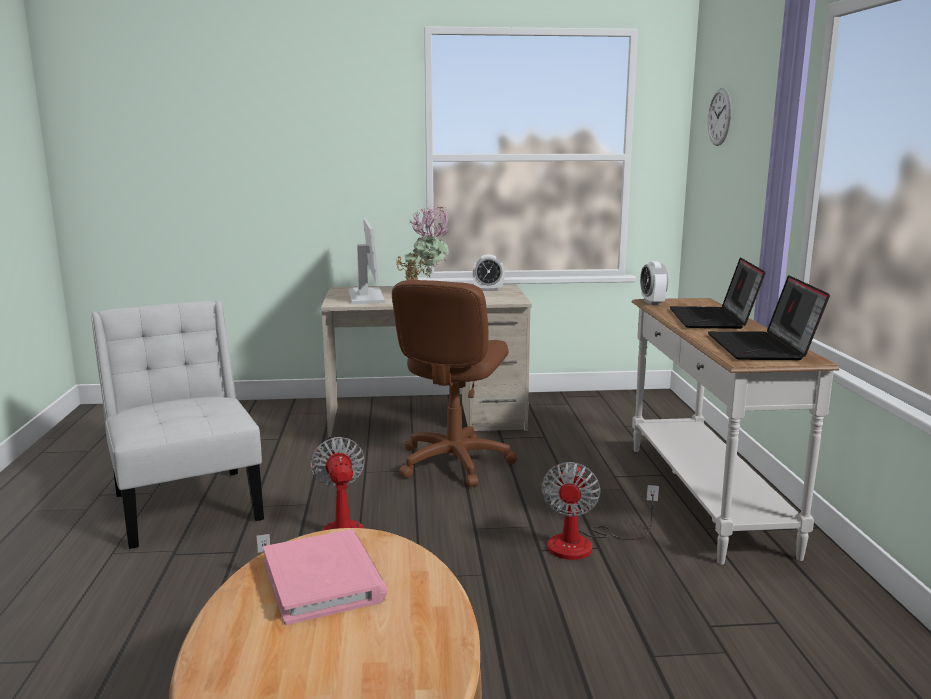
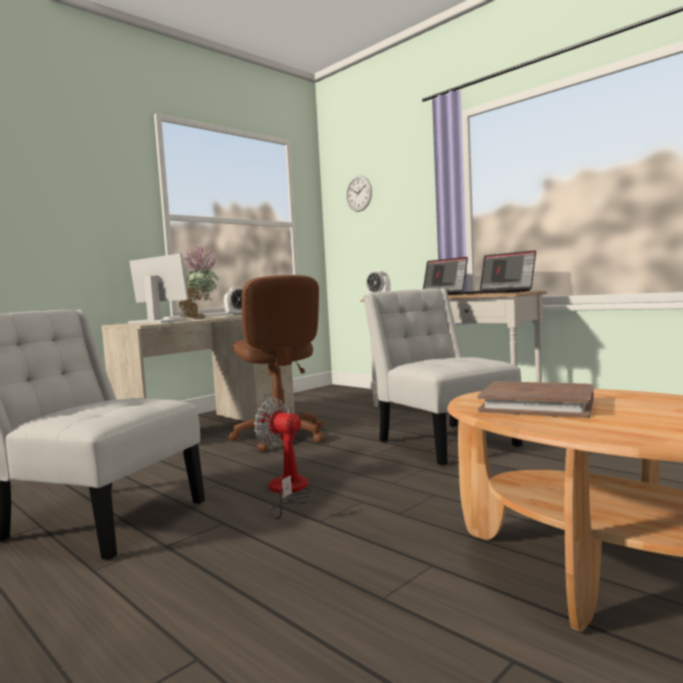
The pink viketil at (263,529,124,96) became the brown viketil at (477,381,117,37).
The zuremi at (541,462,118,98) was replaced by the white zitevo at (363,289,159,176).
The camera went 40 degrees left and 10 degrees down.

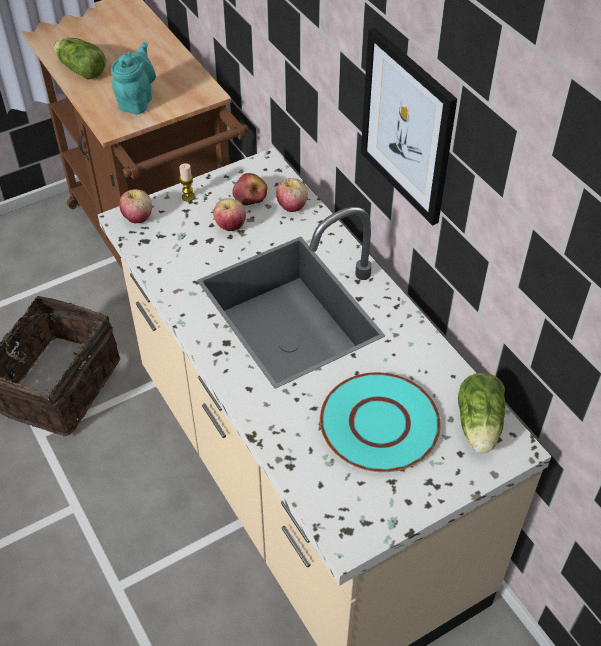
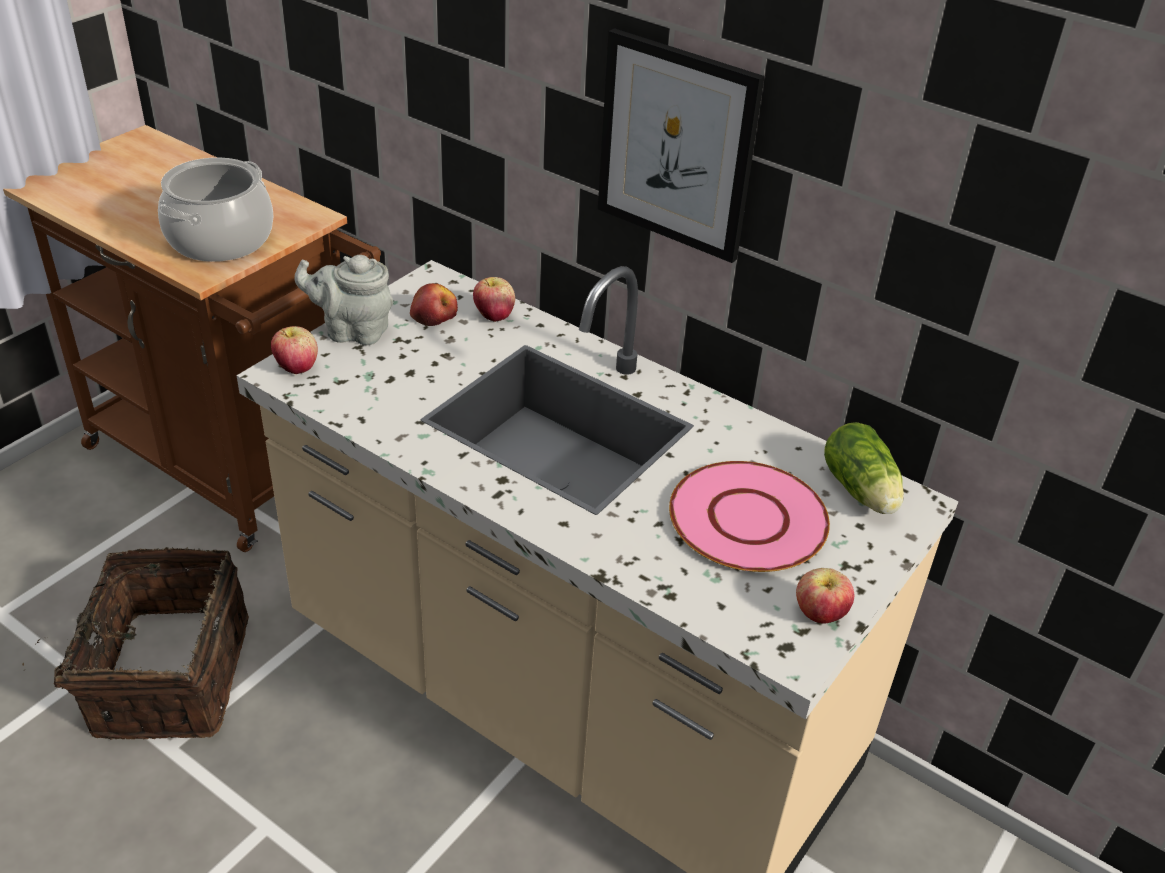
The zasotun at (54,37,52,42) disappeared.
The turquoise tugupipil at (111,42,45,72) was replaced by the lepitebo at (158,157,116,105).
The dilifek at (179,163,16,39) was replaced by the grey tugupipil at (294,255,99,90).
The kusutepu moved from (213,198,33,33) to (796,568,58,56).
The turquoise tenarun at (320,372,121,100) became the pink tenarun at (669,461,161,111).
The camera went 25 degrees left and 10 degrees down.

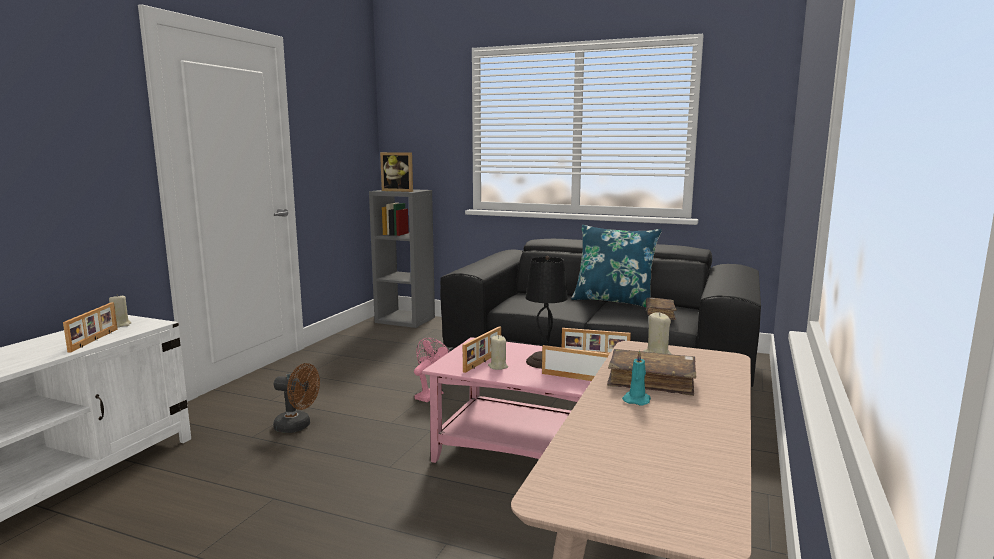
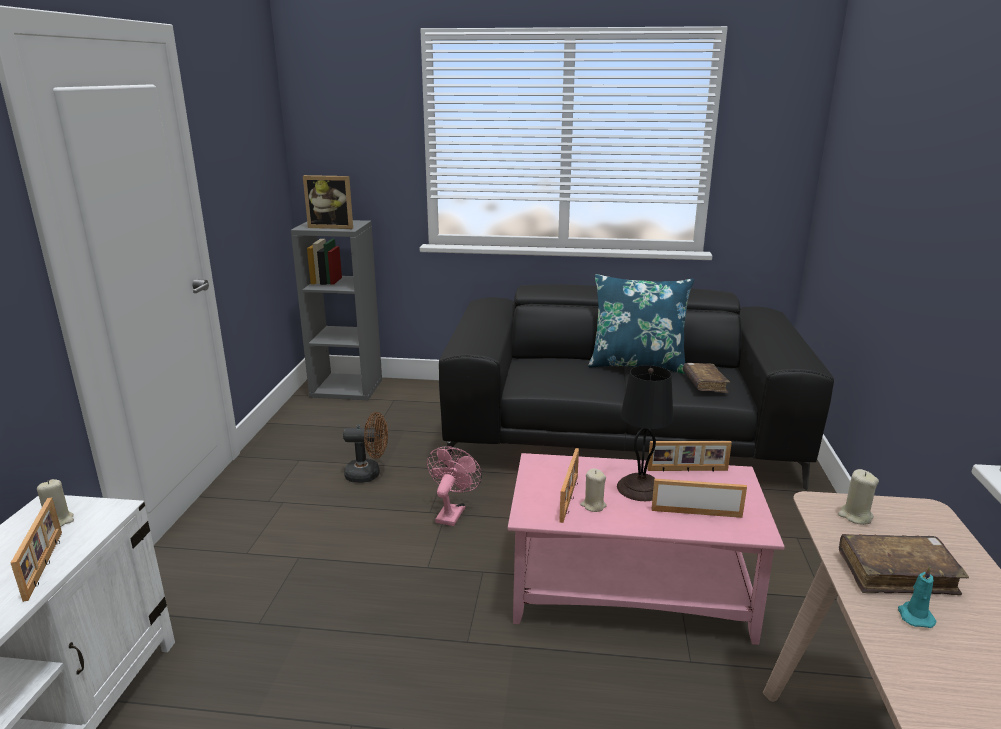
The brown zuremi moved from (273,363,47,70) to (343,412,45,71).
The camera went 15 degrees left and 10 degrees up.

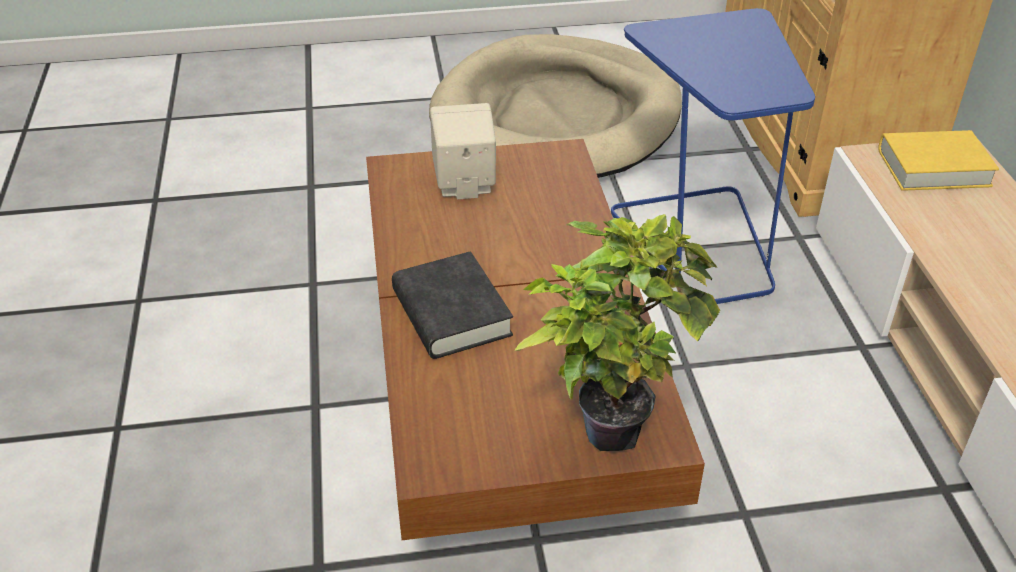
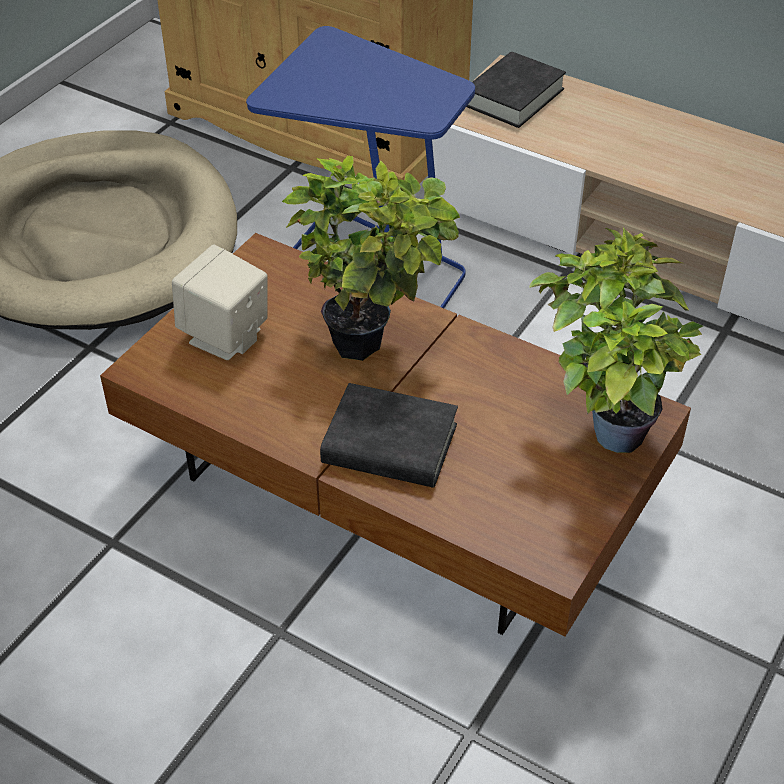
The yellow viketil at (878,130,121,61) became the black viketil at (467,52,99,76).
The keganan at (282,156,178,205) appeared.
The camera went 50 degrees left and 5 degrees up.

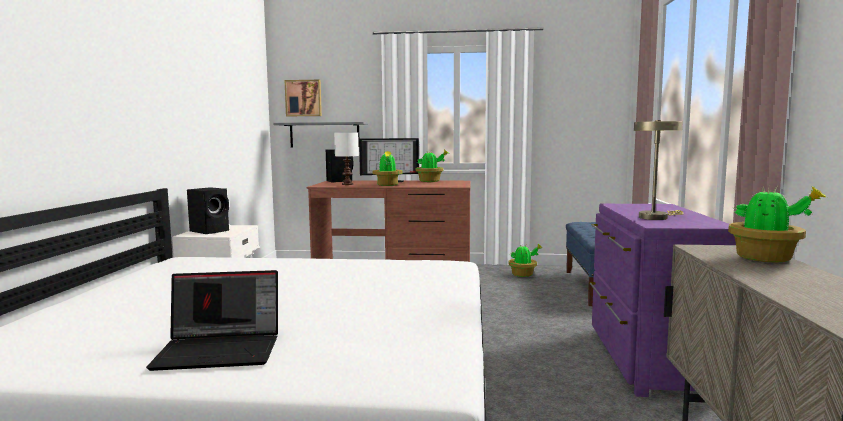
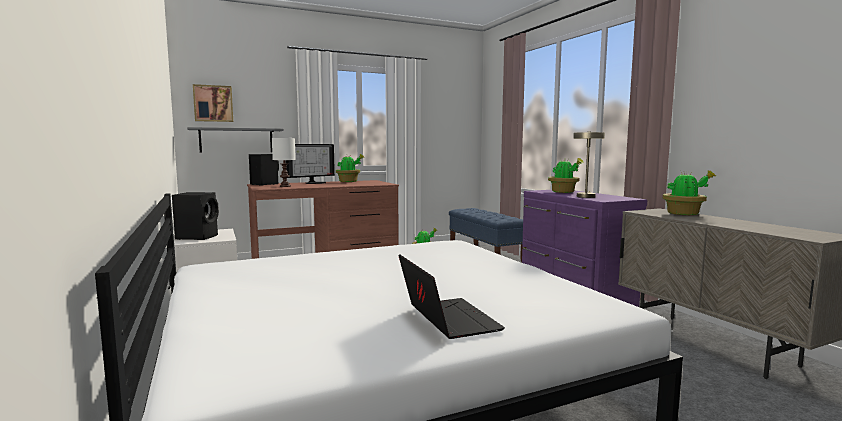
The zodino at (146,270,132,101) turned 75 degrees counterclockwise.
The keganan moved from (372,151,31,35) to (548,158,36,35).
The camera went 30 degrees left and 0 degrees up.

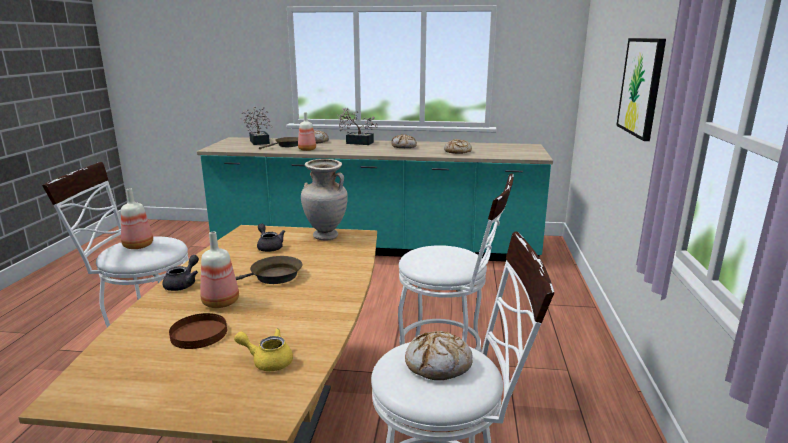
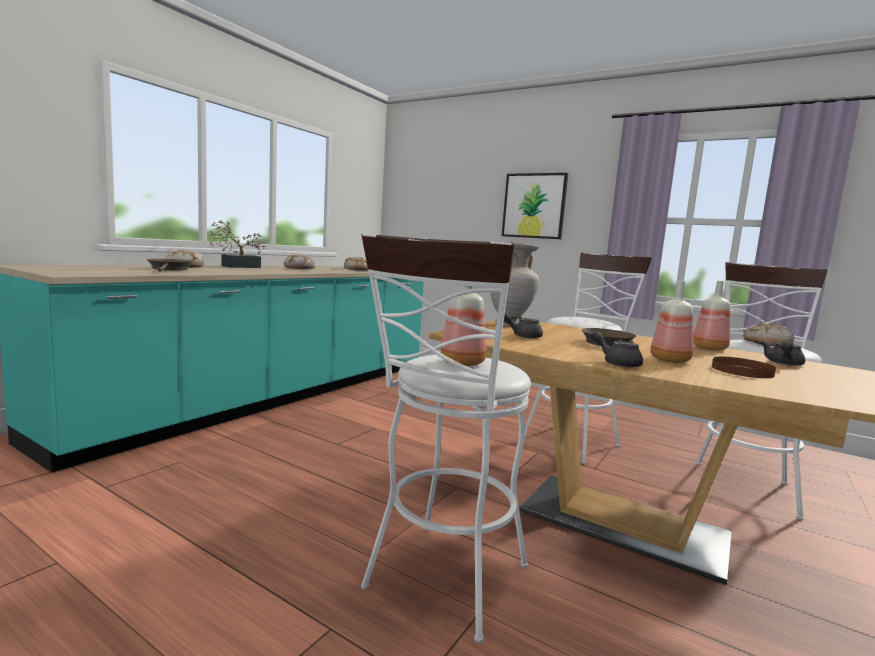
The yellow tugupipil at (234,328,59,43) became the grey tugupipil at (761,341,44,25).
The keganan at (241,106,31,39) disappeared.
The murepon moved from (298,112,18,39) to (693,281,38,69).
The camera went 65 degrees left and 10 degrees down.

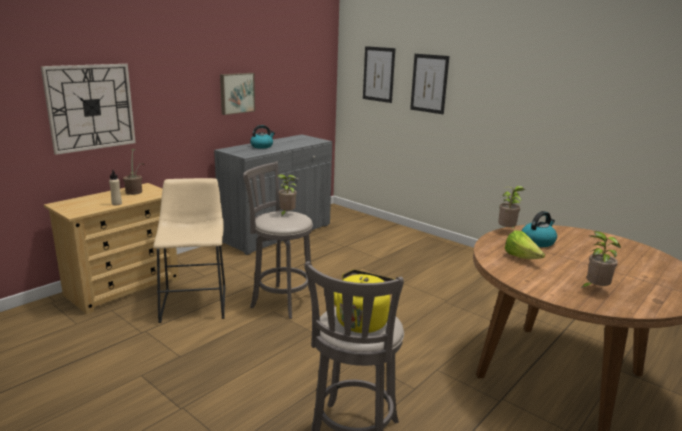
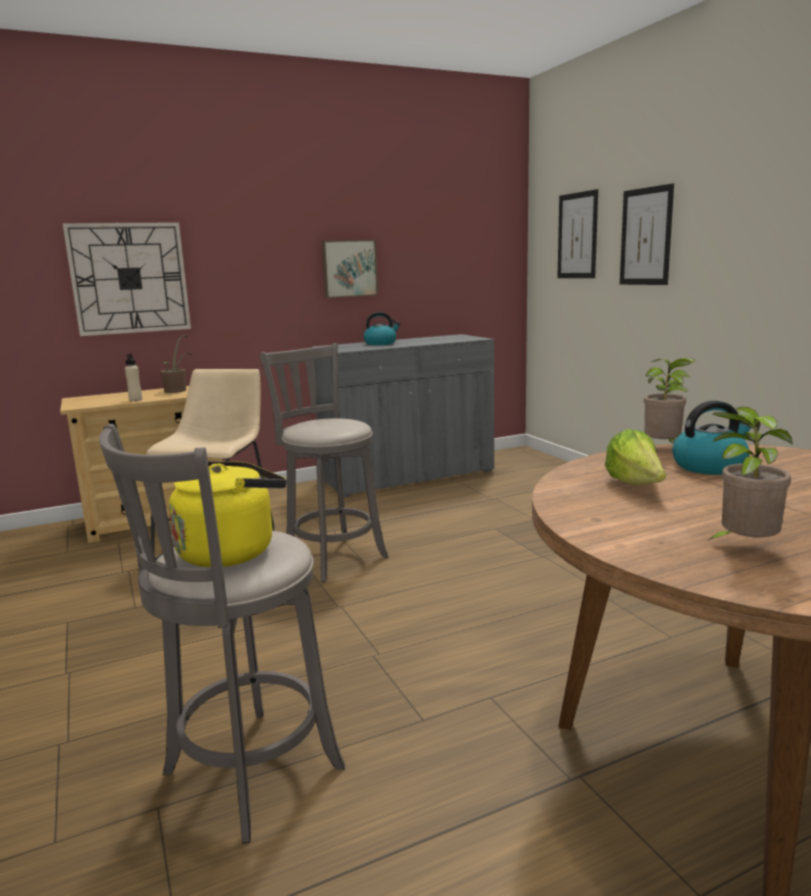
The keganan at (277,174,20,44) disappeared.
The camera went 25 degrees right and 5 degrees down.

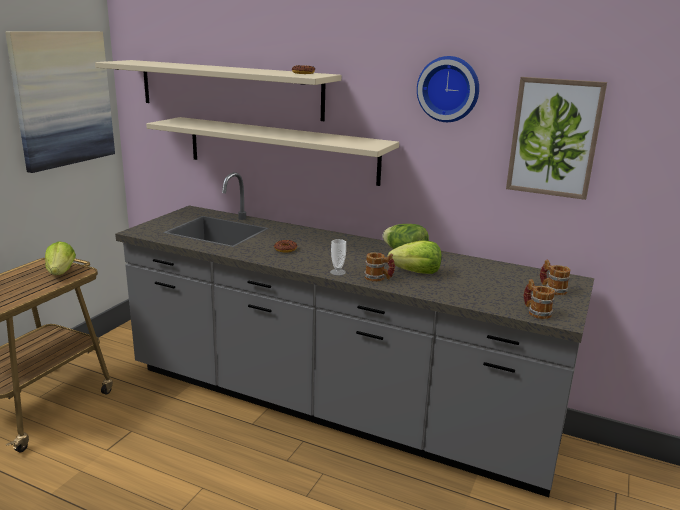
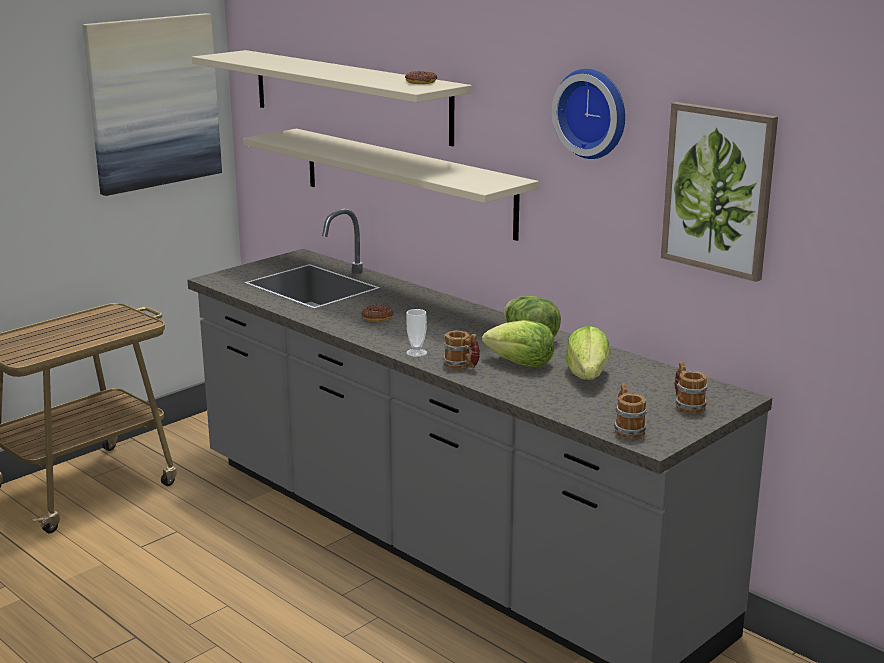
The zasotun moved from (45,241,31,34) to (566,326,45,54).
The camera went 20 degrees right and 0 degrees up.

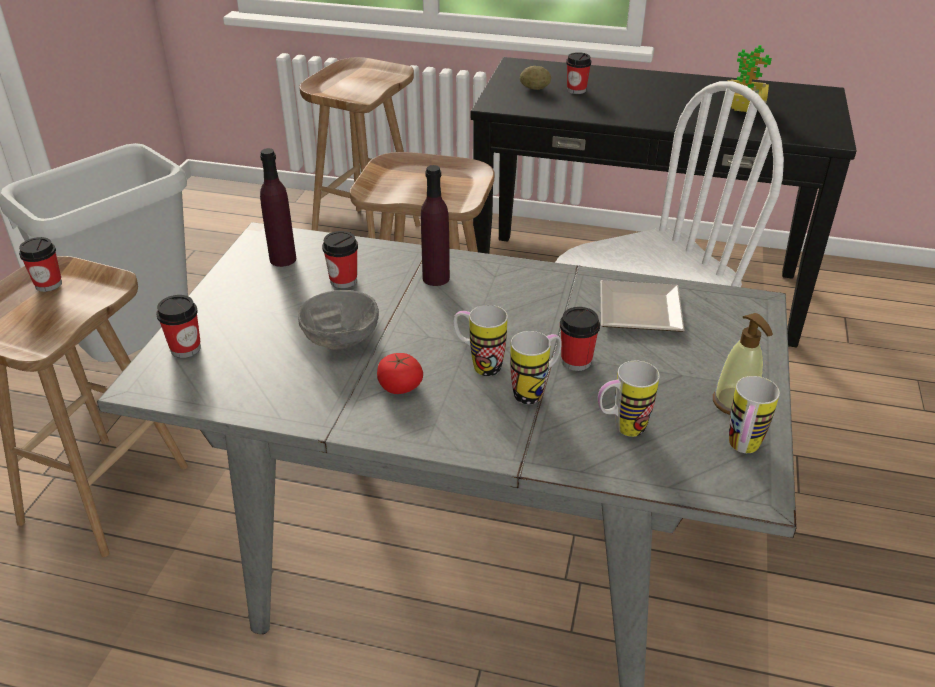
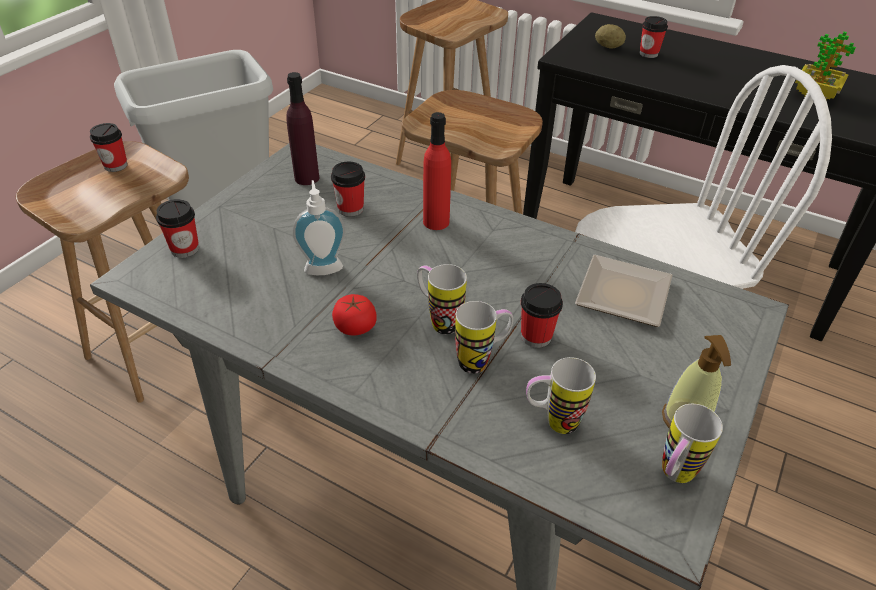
The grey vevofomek at (298,290,81,60) was replaced by the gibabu at (293,180,52,95).
The purple murepon at (421,165,29,121) became the red murepon at (423,112,28,118).
The camera went 15 degrees right and 5 degrees up.

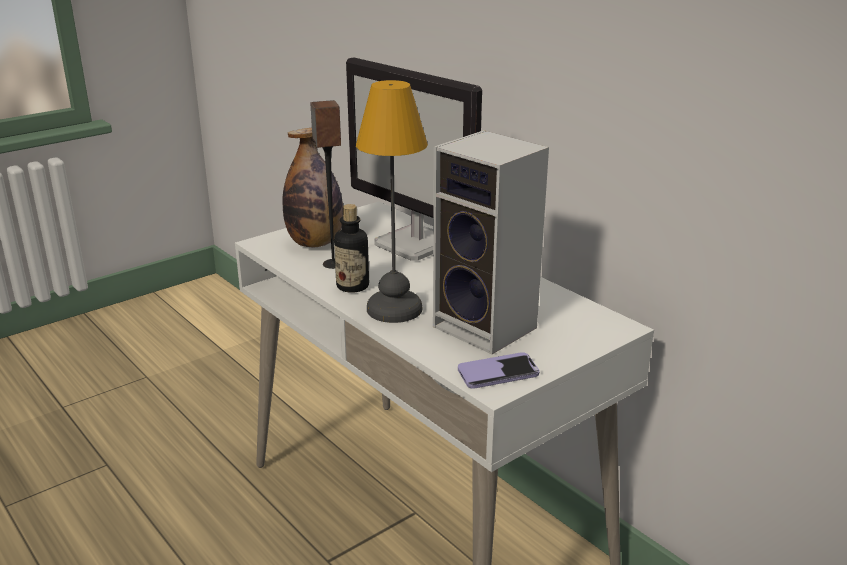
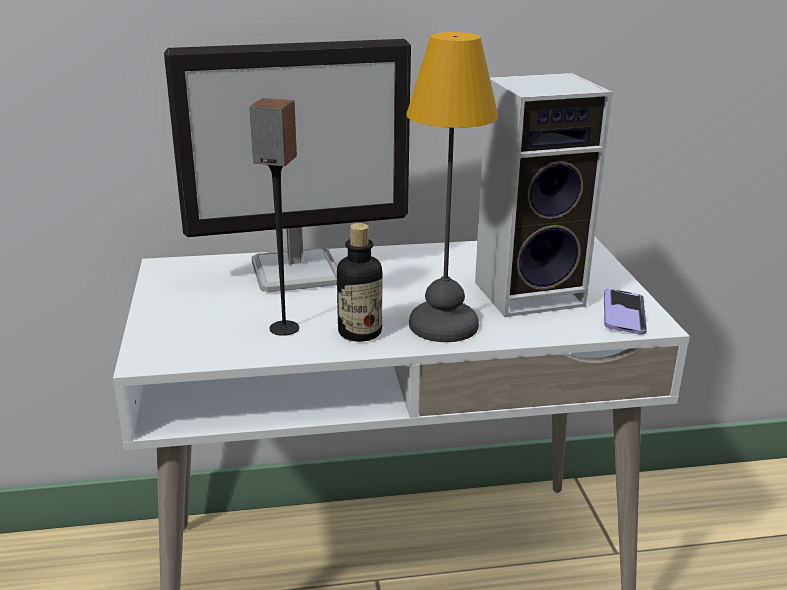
The murepon at (282,128,61,119) disappeared.
The camera went 60 degrees left and 0 degrees up.

